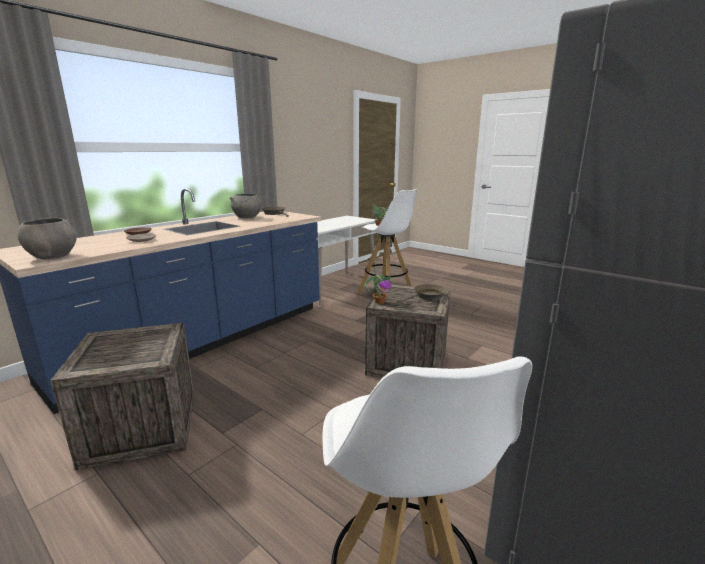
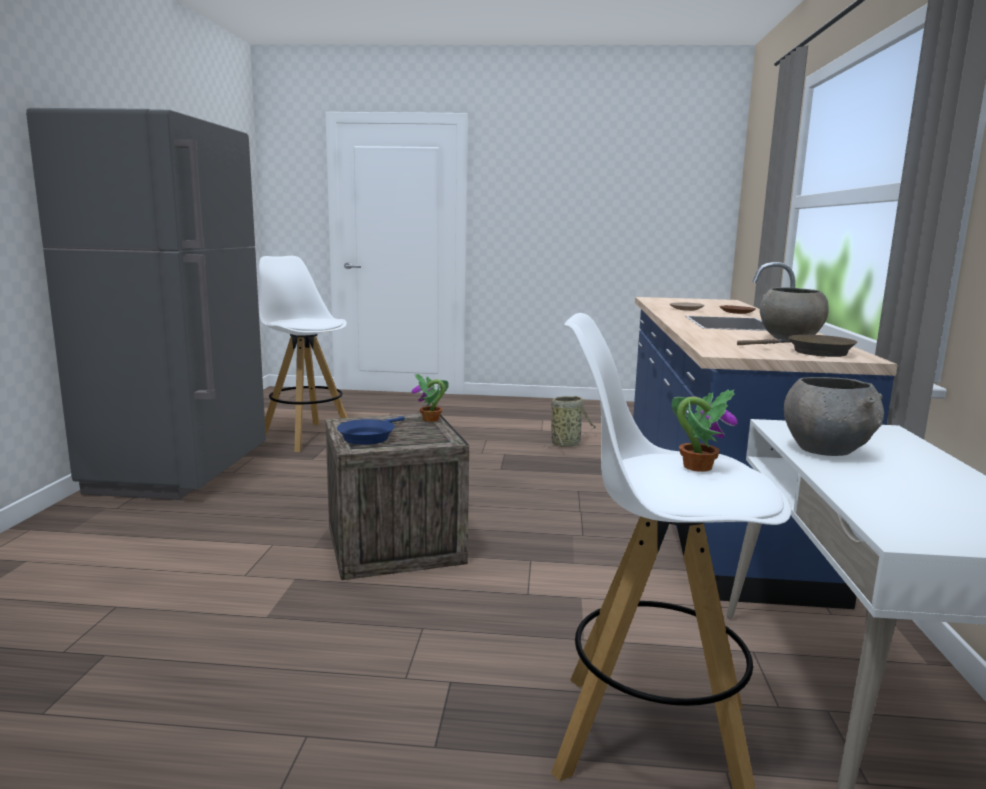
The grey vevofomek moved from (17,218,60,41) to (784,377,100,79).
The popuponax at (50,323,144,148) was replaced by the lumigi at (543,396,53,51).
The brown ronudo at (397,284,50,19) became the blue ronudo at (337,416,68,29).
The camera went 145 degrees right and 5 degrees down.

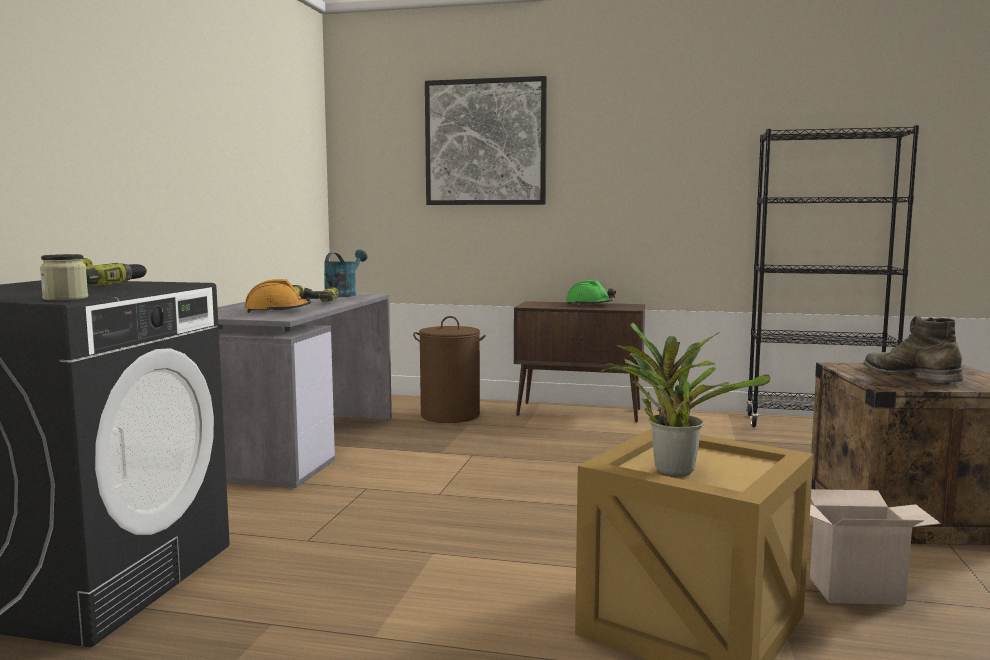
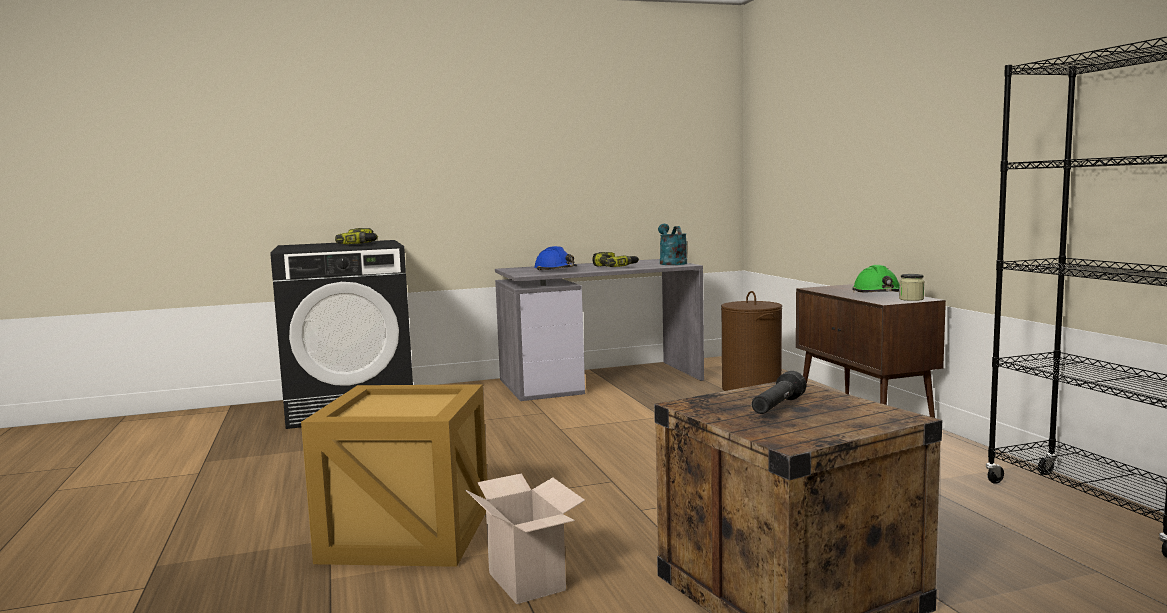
The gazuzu moved from (40,254,48,47) to (899,274,26,27).
The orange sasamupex at (245,279,67,34) became the blue sasamupex at (535,246,42,25).
The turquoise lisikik at (324,250,43,47) turned 90 degrees counterclockwise.
The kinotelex at (425,76,122,129) disappeared.
The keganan at (601,323,170,154) disappeared.
The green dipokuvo at (863,316,100,67) was replaced by the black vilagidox at (752,371,55,43).
The camera went 60 degrees right and 0 degrees up.

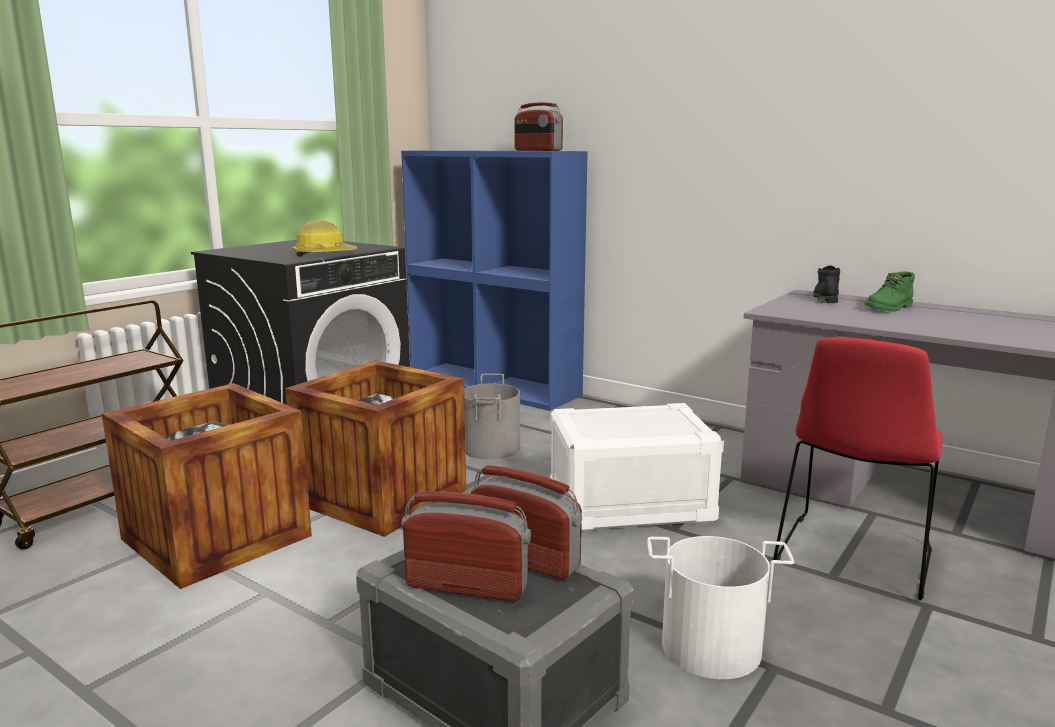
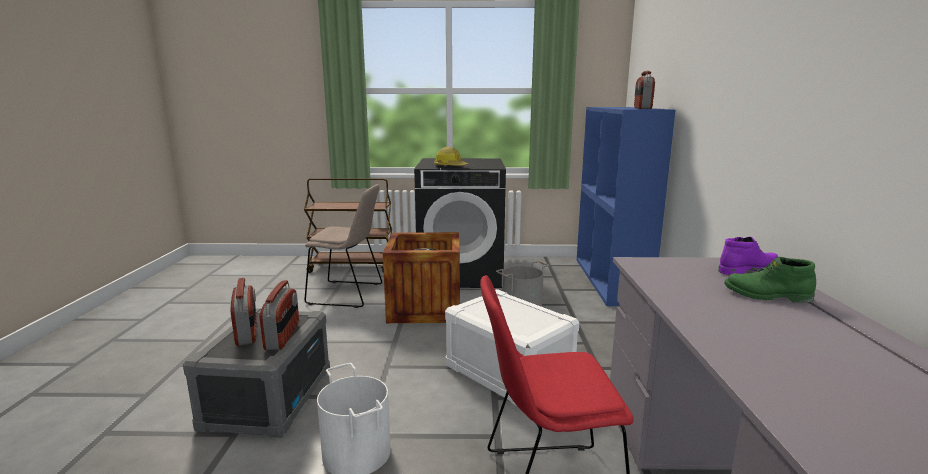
The popuponax at (102,383,210,206) was replaced by the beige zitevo at (304,184,78,124).
The black dipokuvo at (813,265,27,38) became the purple dipokuvo at (718,237,60,38).
The camera went 55 degrees right and 0 degrees up.

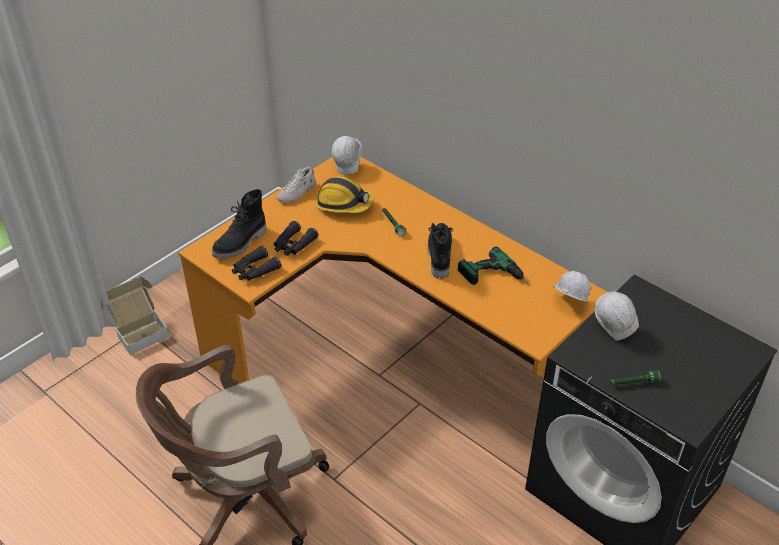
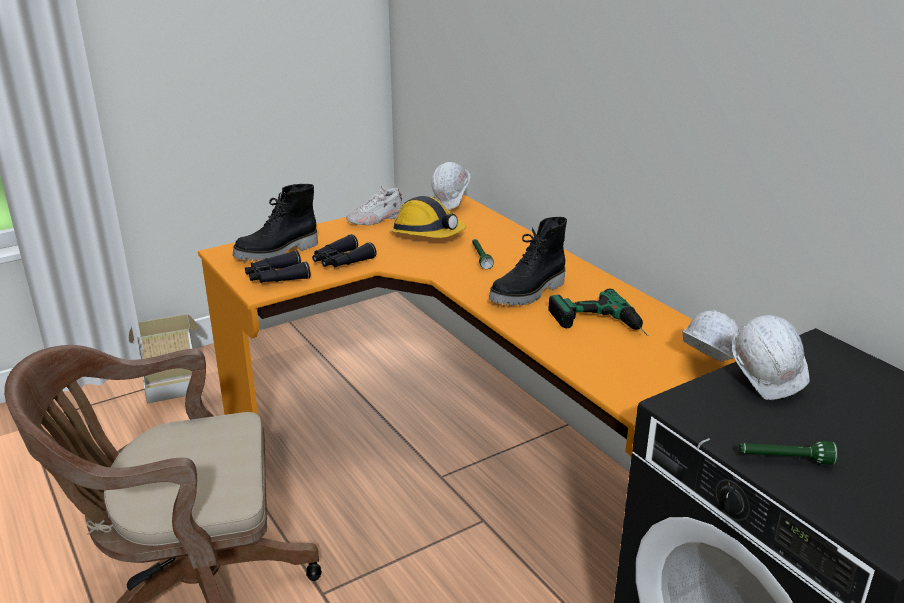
The black dipokuvo at (428,223,25,56) turned 150 degrees counterclockwise.
The camera went 15 degrees right and 15 degrees down.

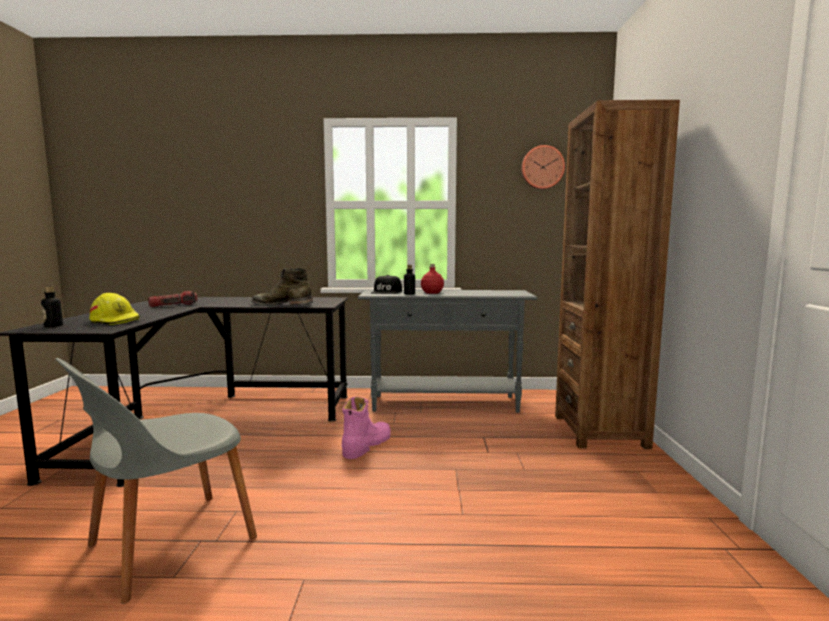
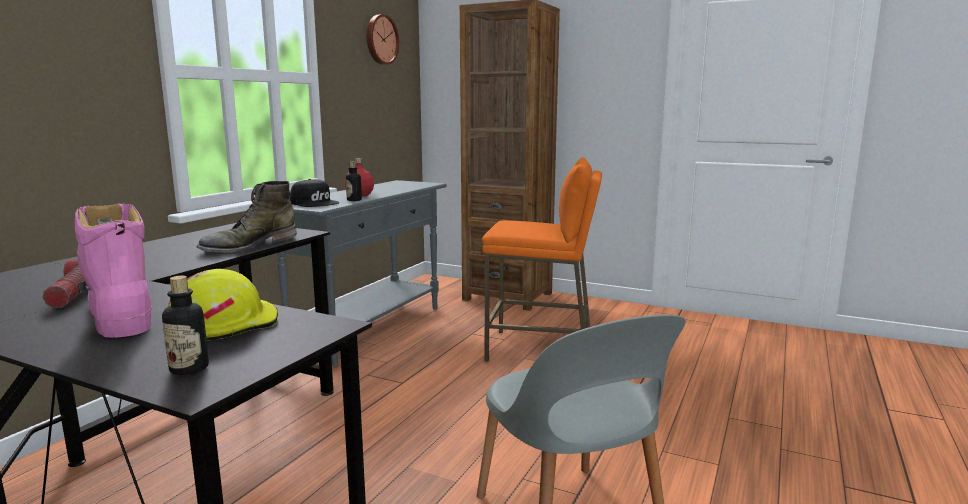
The pink dipokuvo moved from (342,397,49,62) to (75,203,78,135).
The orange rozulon at (482,157,120,204) appeared.
The camera went 65 degrees left and 5 degrees up.

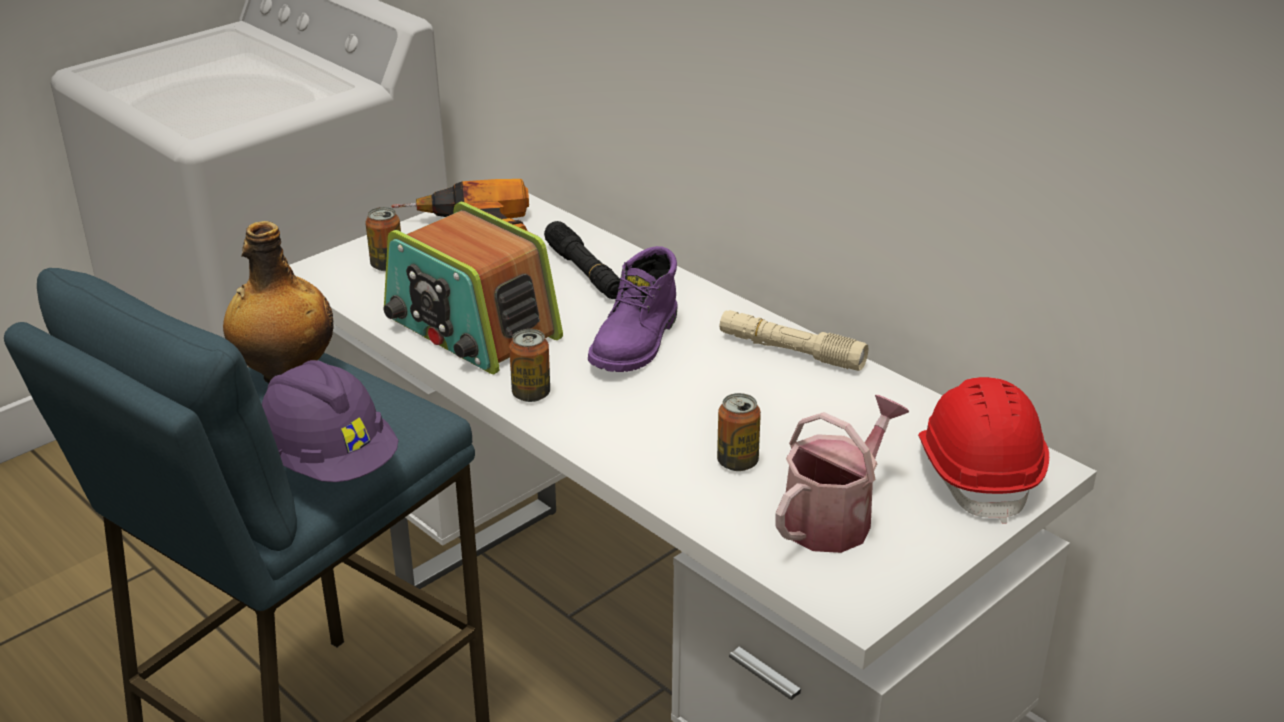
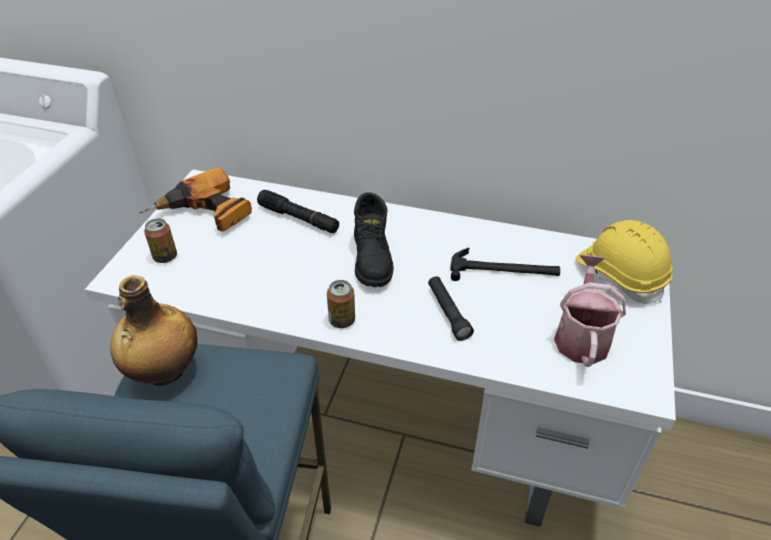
The purple sasamupex at (262,360,136,122) disappeared.
The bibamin at (383,202,180,172) disappeared.
The purple dipokuvo at (588,246,89,126) became the black dipokuvo at (354,192,40,95).
The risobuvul at (717,393,44,78) disappeared.
The beige vilagidox at (720,310,148,61) disappeared.
The red sasamupex at (918,377,131,147) became the yellow sasamupex at (575,220,98,84).
The black vilagidox at (428,276,46,65) appeared.
The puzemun at (450,248,110,33) appeared.
The camera went 30 degrees left and 10 degrees up.

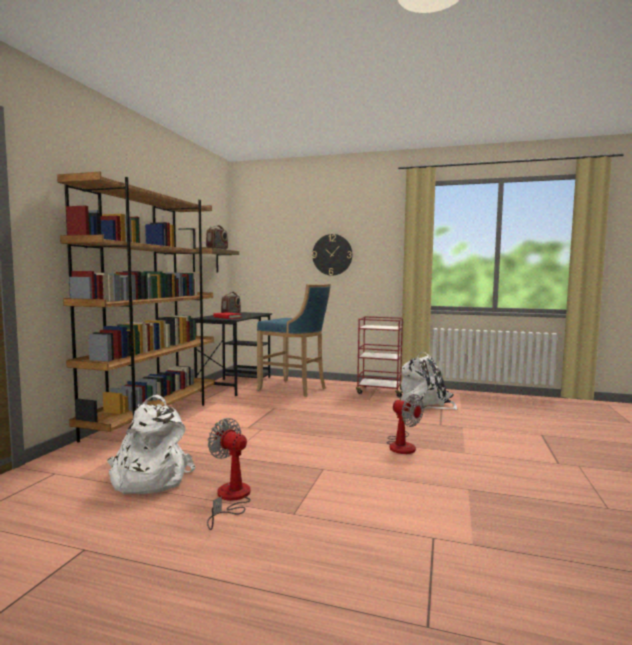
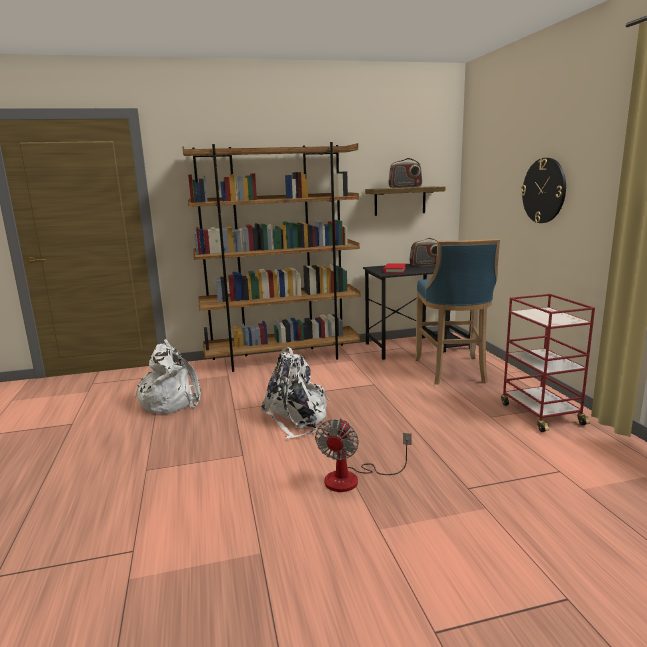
The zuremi at (207,418,44,112) disappeared.
The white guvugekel moved from (401,352,56,58) to (261,347,69,92).
The camera went 60 degrees right and 10 degrees up.

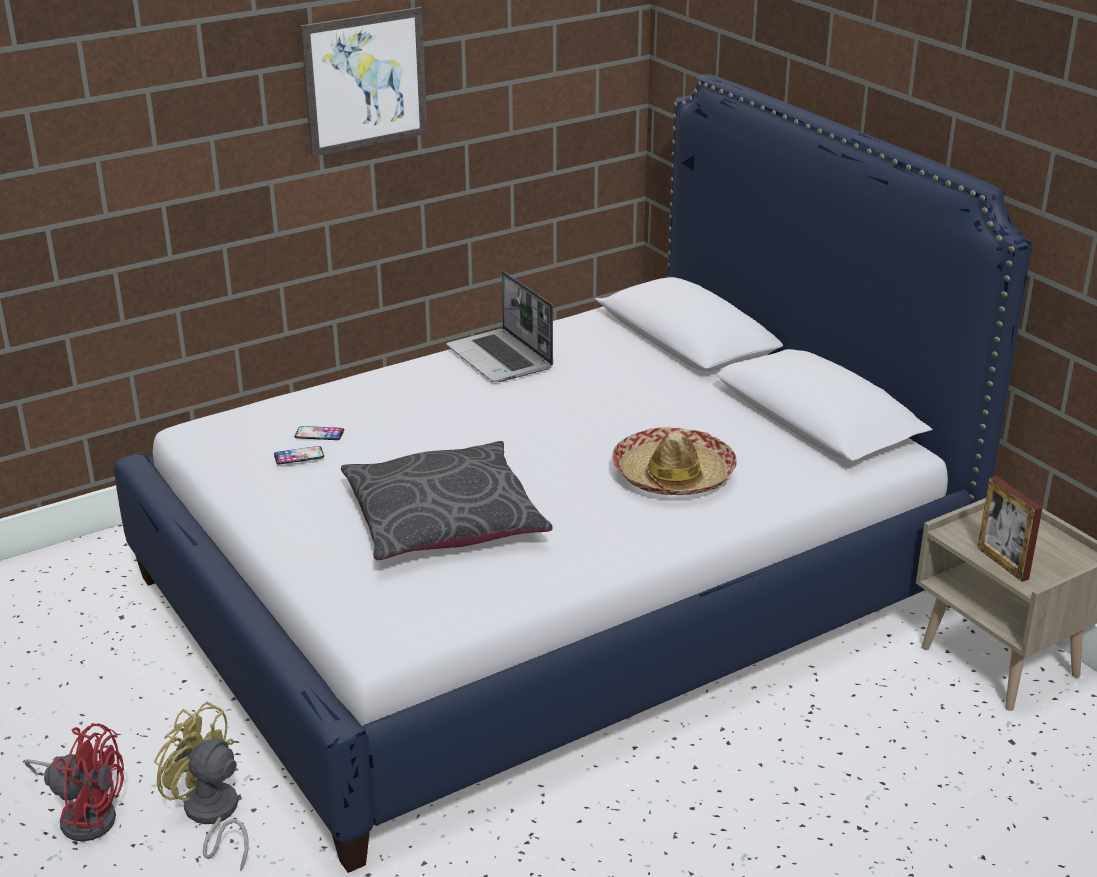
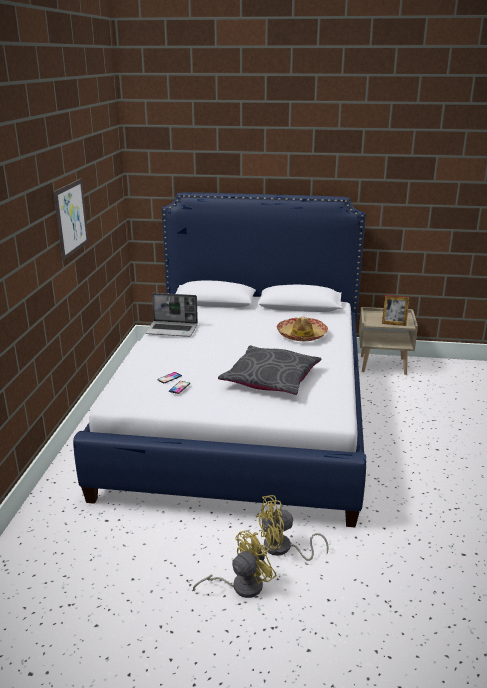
The red zuremi at (25,723,99,119) became the yellow zuremi at (193,530,84,68).
The camera went 50 degrees left and 5 degrees down.

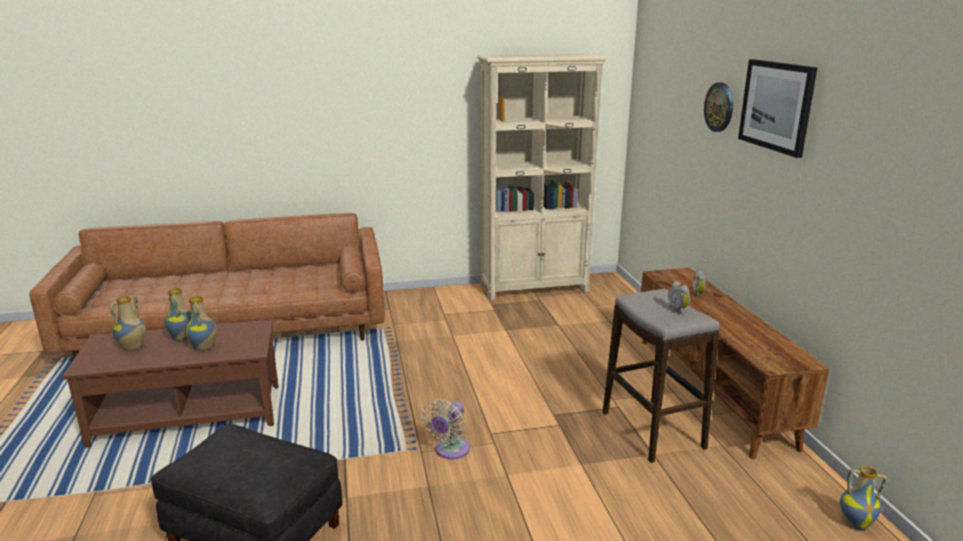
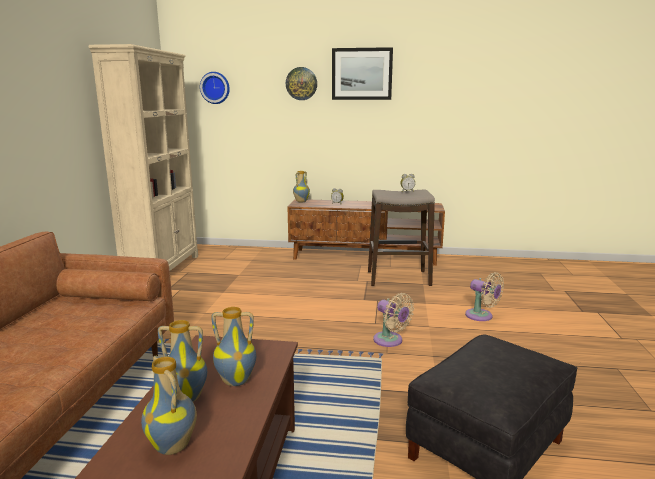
The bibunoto moved from (840,466,47,64) to (293,171,17,32).
The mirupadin at (200,72,30,32) appeared.
The beige zuremi at (465,272,39,49) appeared.
The camera went 70 degrees left and 5 degrees down.

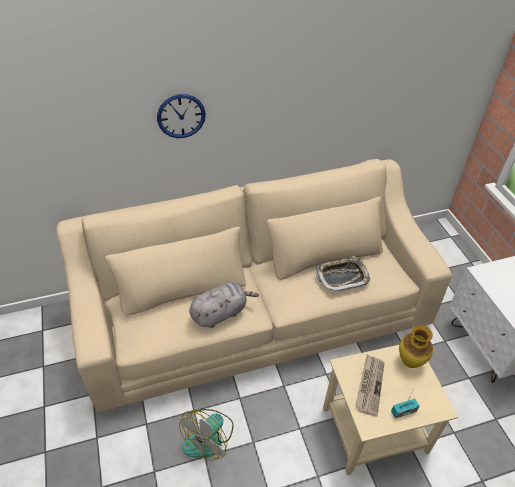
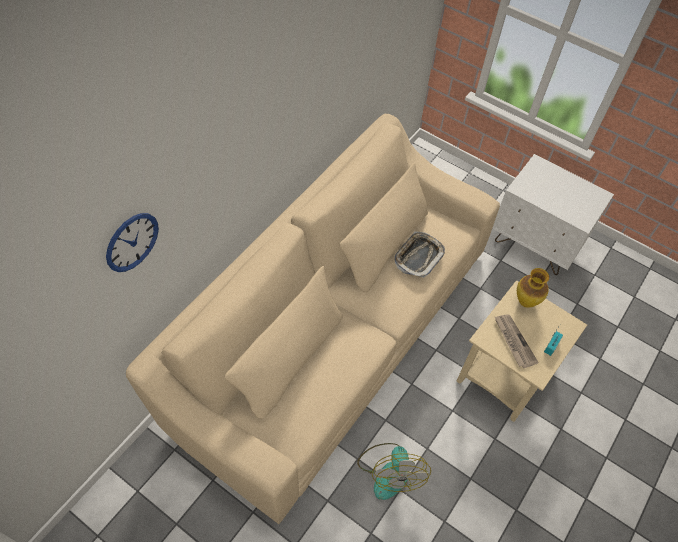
The mirupadin moved from (157,94,49,44) to (106,213,53,59).
The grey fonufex at (189,282,70,46) disappeared.
The camera went 40 degrees left and 10 degrees up.

